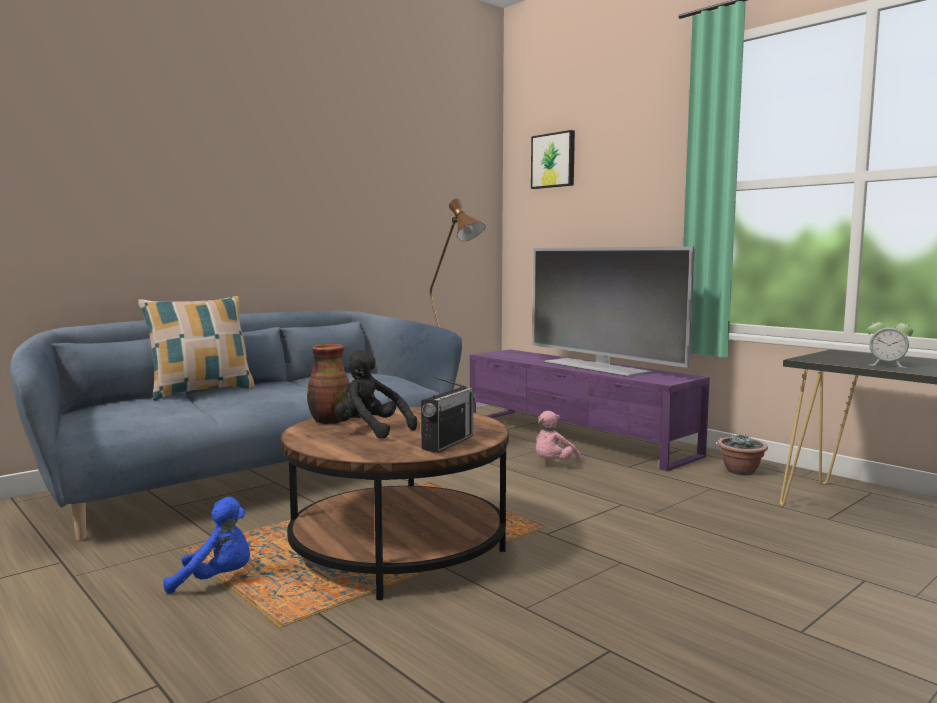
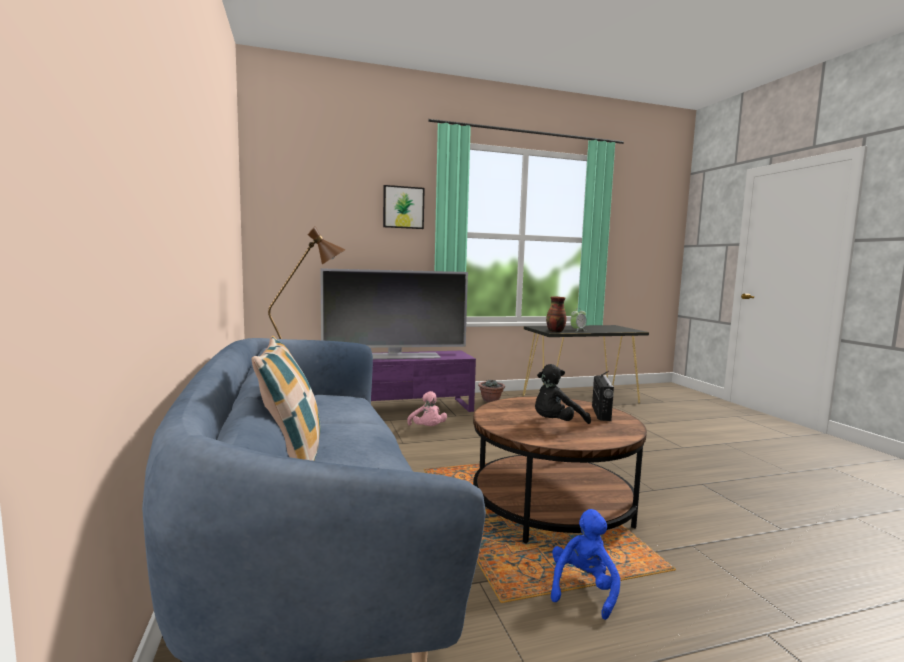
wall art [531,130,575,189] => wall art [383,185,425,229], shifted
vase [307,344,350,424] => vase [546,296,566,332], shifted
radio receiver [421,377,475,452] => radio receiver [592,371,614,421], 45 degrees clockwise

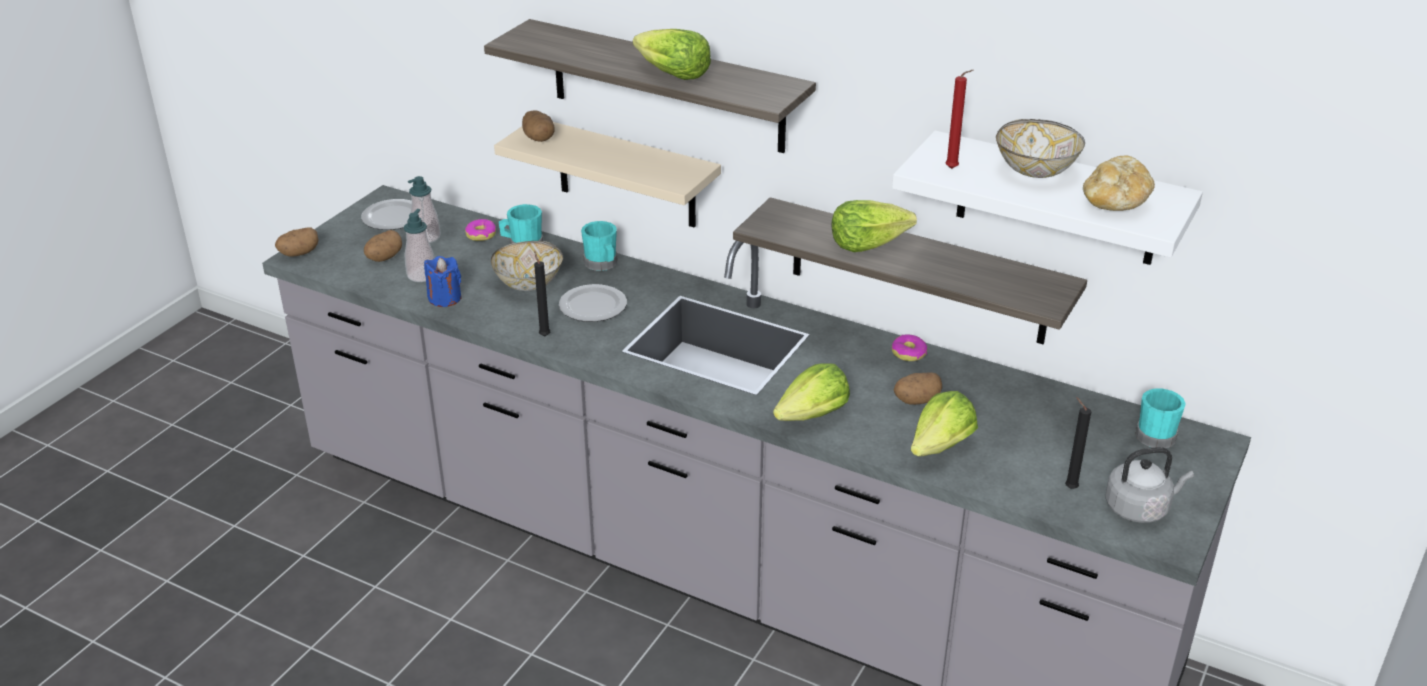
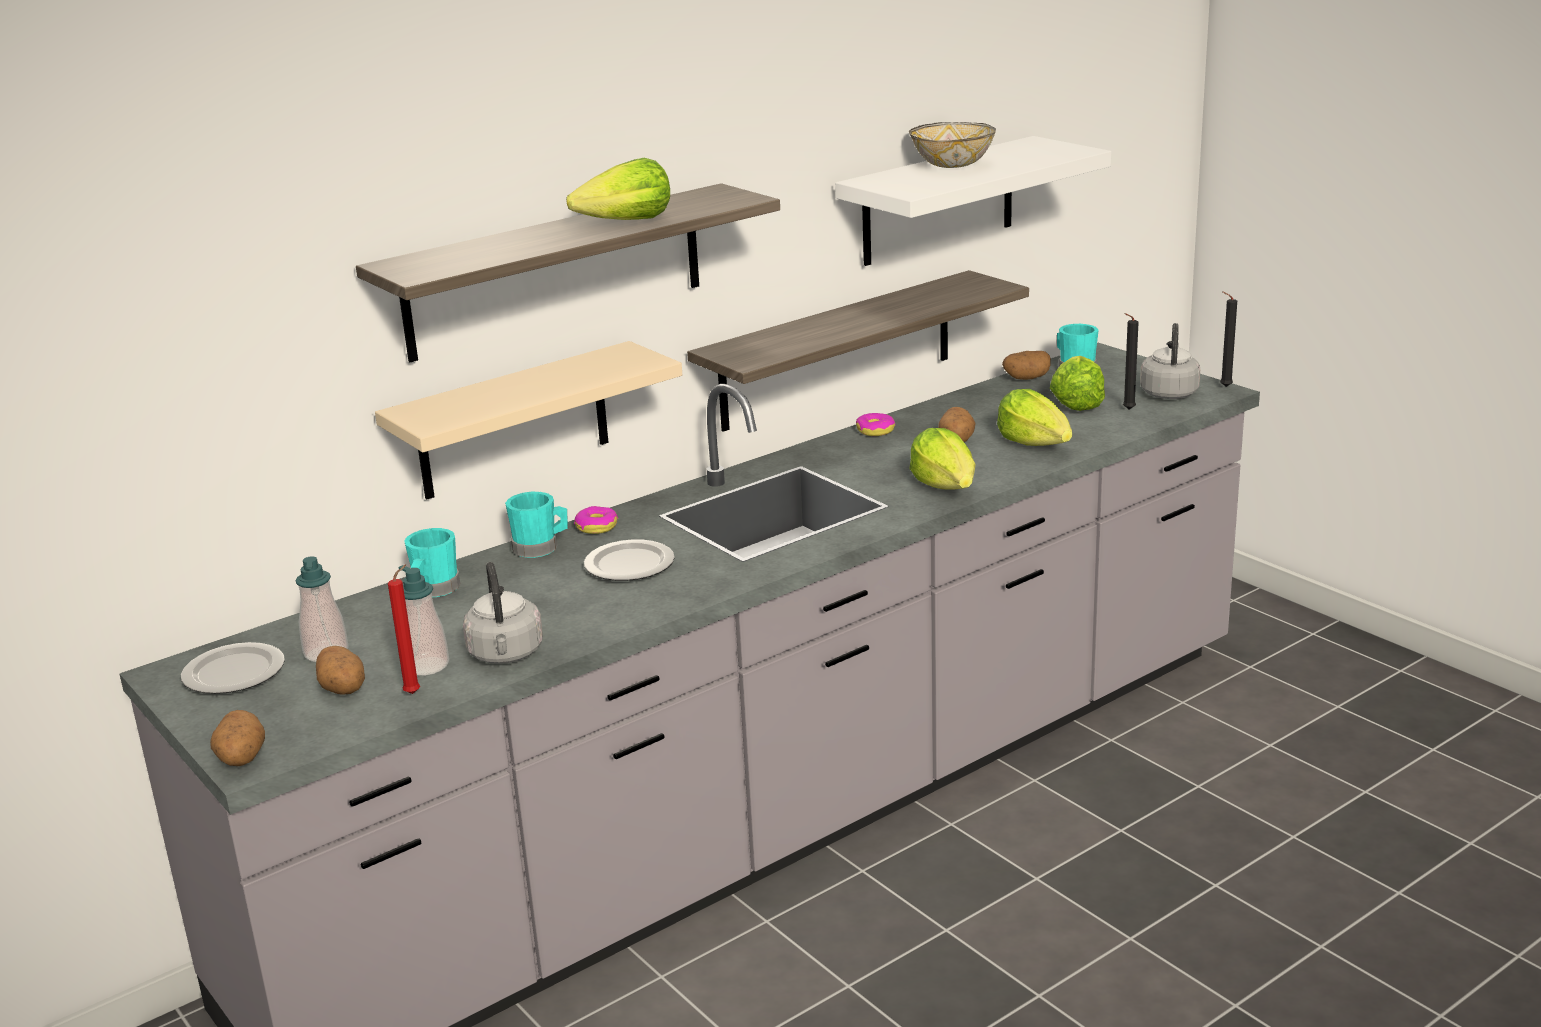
red candle [945,70,974,169] => red candle [388,564,420,694], shifted
whole potato [522,110,555,142] => whole potato [1002,351,1051,380], shifted
baked bread [1083,155,1155,211] => nothing
head of lettuce [831,200,917,252] => head of lettuce [1050,356,1105,411], shifted
ring doughnut [465,219,496,241] => ring doughnut [574,506,618,534], shifted
bowl [491,241,563,291] => nothing
black-coloured candle [534,251,550,336] => black-coloured candle [1220,291,1237,387], shifted
bluish candle [424,256,461,307] => grey tea kettle [463,562,543,664]

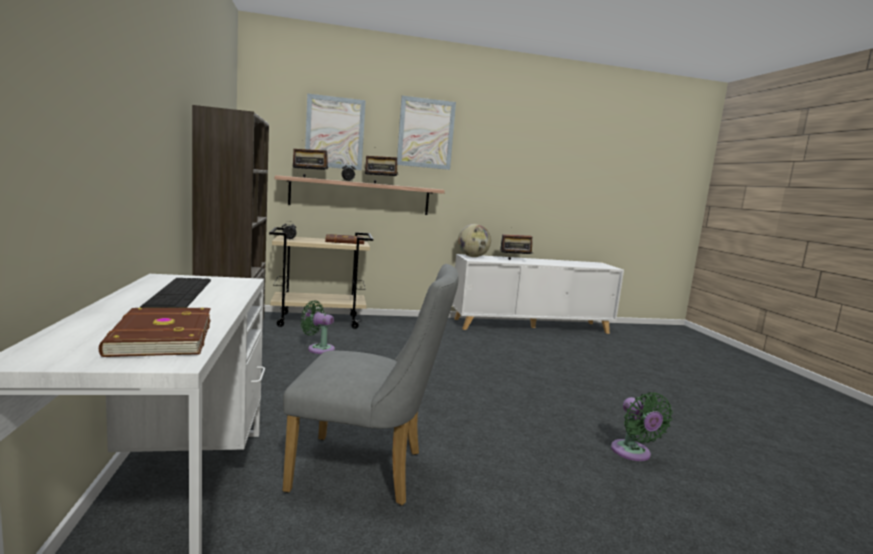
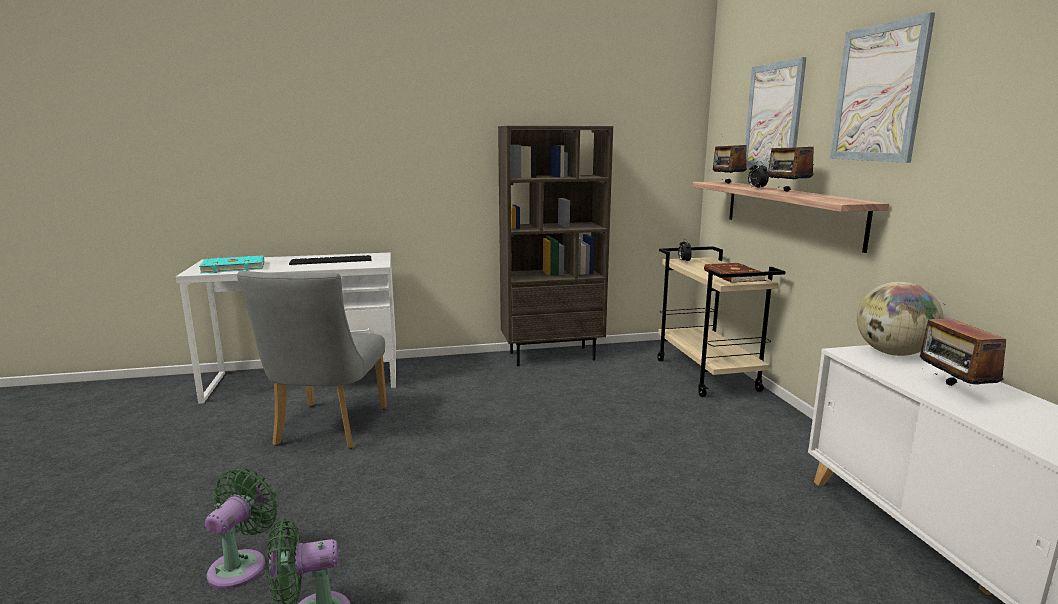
green-coloured electric fan [300,300,335,354] => green-coloured electric fan [205,469,278,589], shifted
brown-coloured volume [99,308,211,357] => turquoise volume [199,255,264,274]

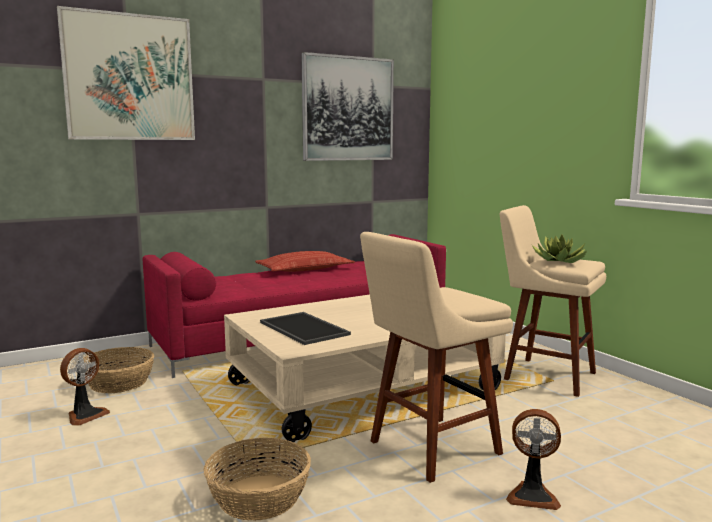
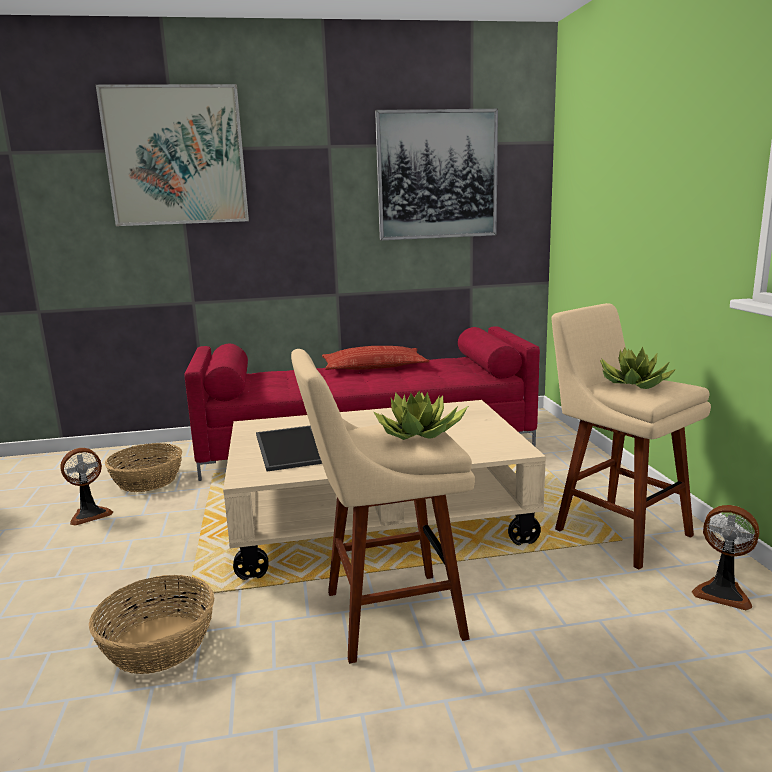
electric fan [506,409,561,510] => electric fan [692,505,759,610], shifted
nothing => plant in a pot [374,391,468,440]

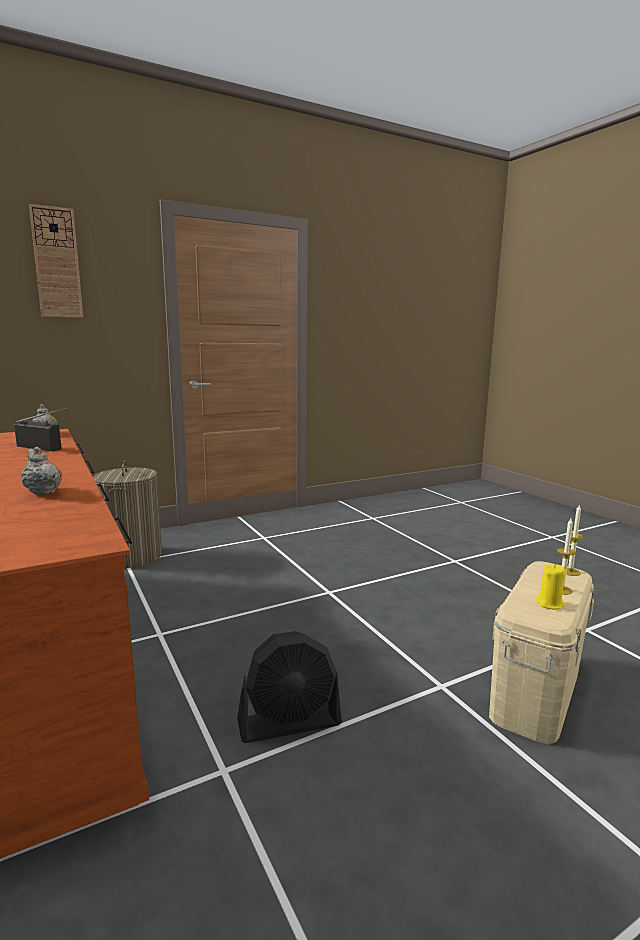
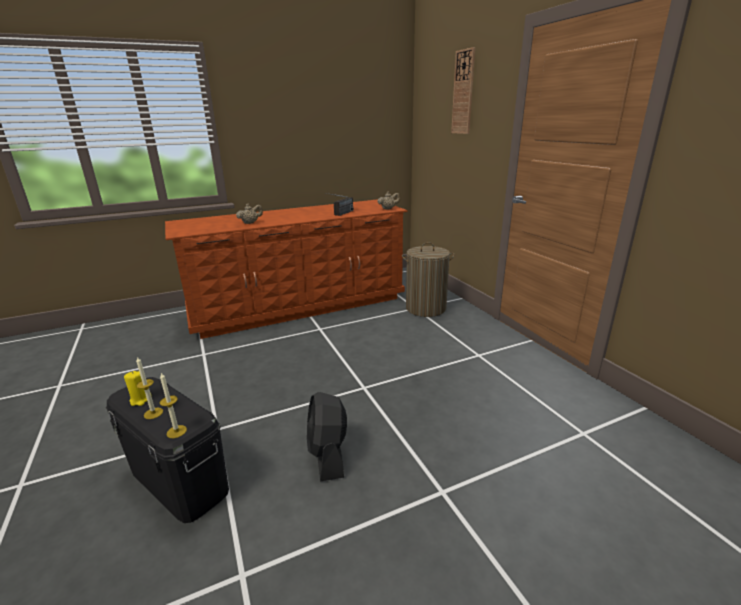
beige-coloured storage box [489,561,595,744] => black-coloured storage box [106,377,229,523]
black-coloured electric fan [237,631,342,743] => black-coloured electric fan [307,392,347,482], shifted

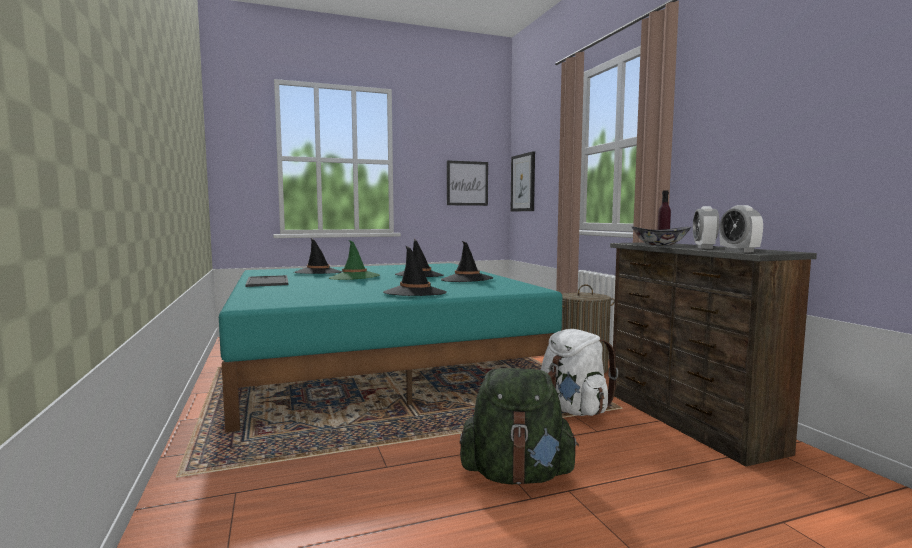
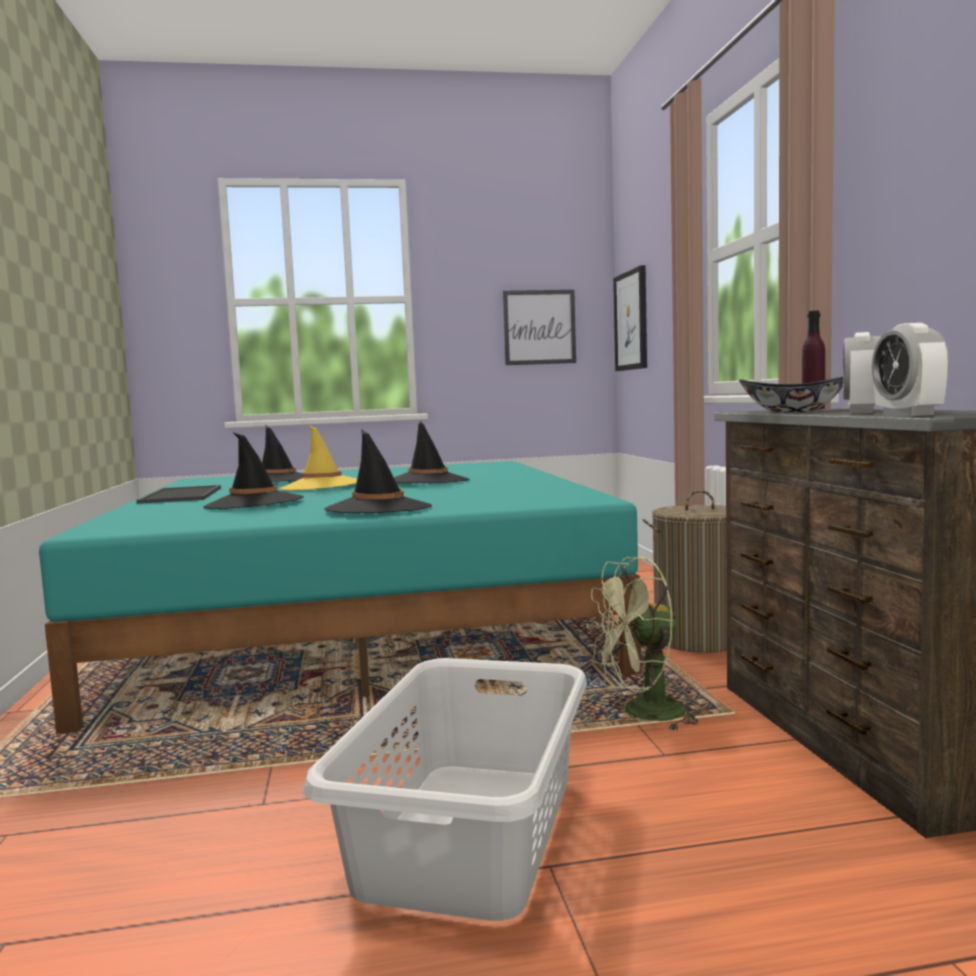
green-coloured wearable hat [329,240,380,280] => yellow wearable hat [280,425,357,490]
black-coloured wearable hat [441,241,493,282] => black-coloured wearable hat [203,432,303,509], shifted
white-coloured knapsack [541,329,618,416] => green-coloured electric fan [586,557,706,731]
green-coloured knapsack [459,368,579,484] => grey washing basket [303,658,587,921]

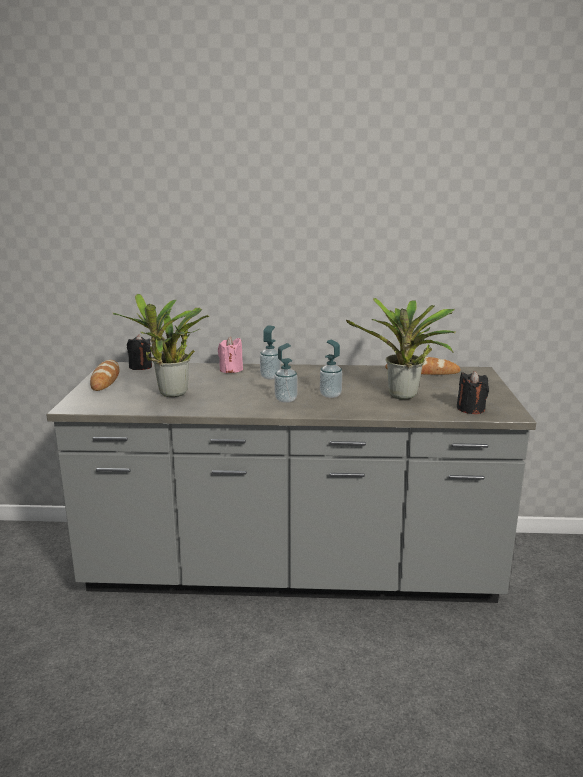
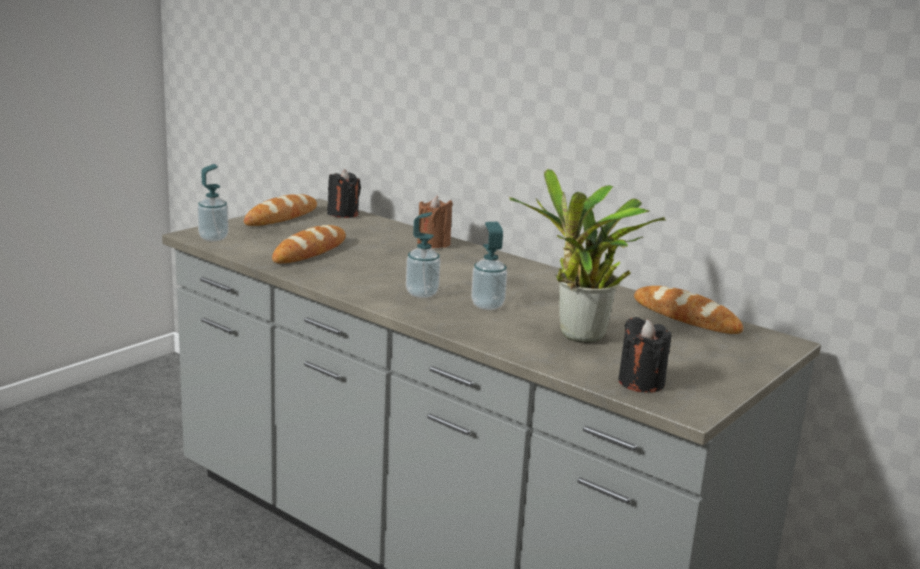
plant in a pot [113,294,209,397] => baked bread [272,225,346,264]
soap dispenser [260,325,281,379] => soap dispenser [197,164,229,242], shifted
pink-coloured candle [218,337,243,373] => brown-coloured candle [417,195,453,248]

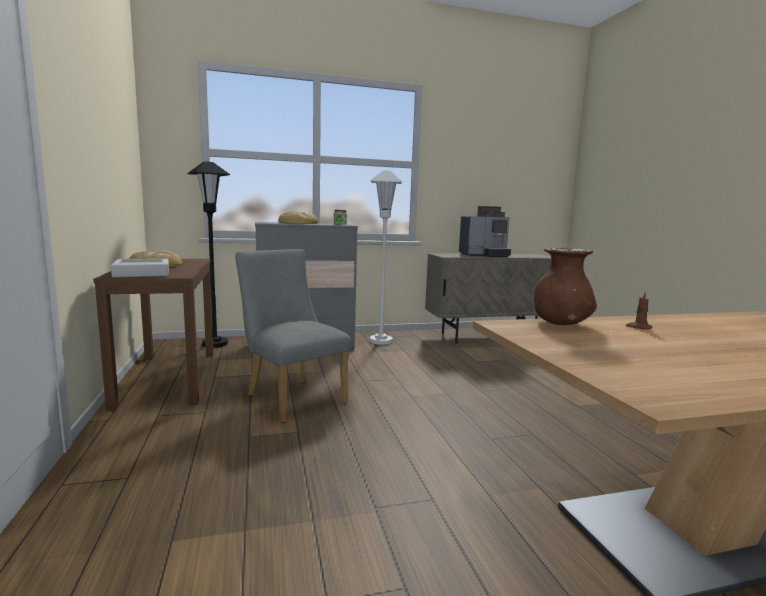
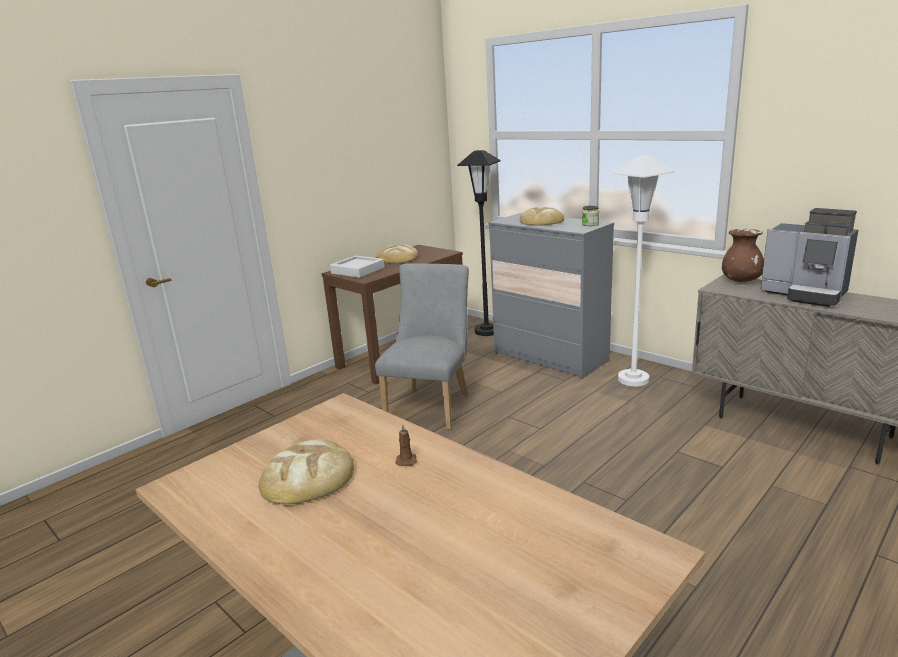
brown-coloured vase [534,248,597,325] => brown-coloured vase [722,229,764,282], shifted
nothing => baked bread [259,439,354,504]

